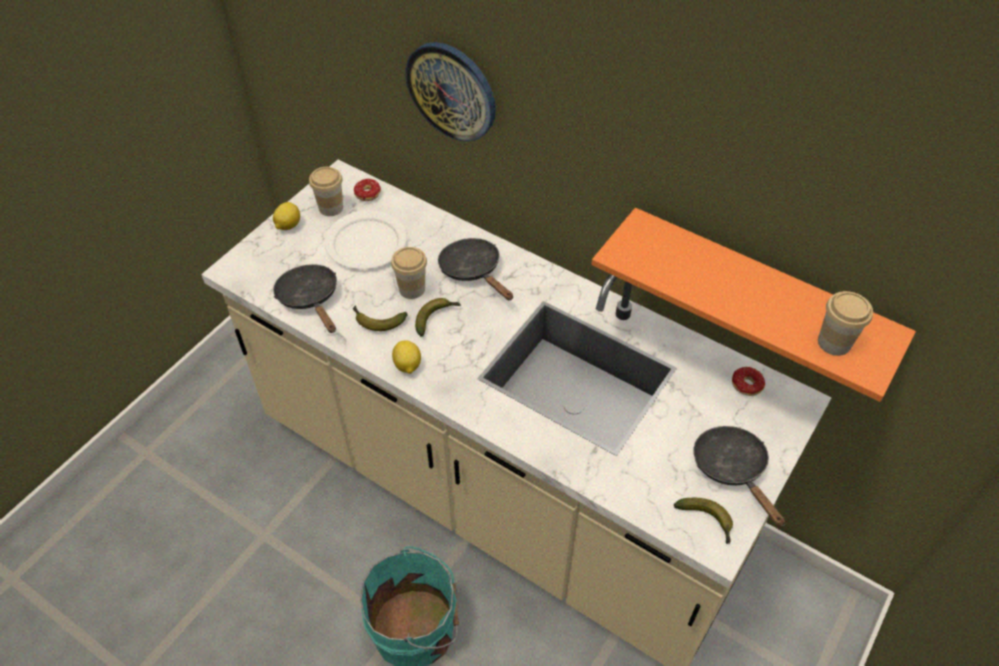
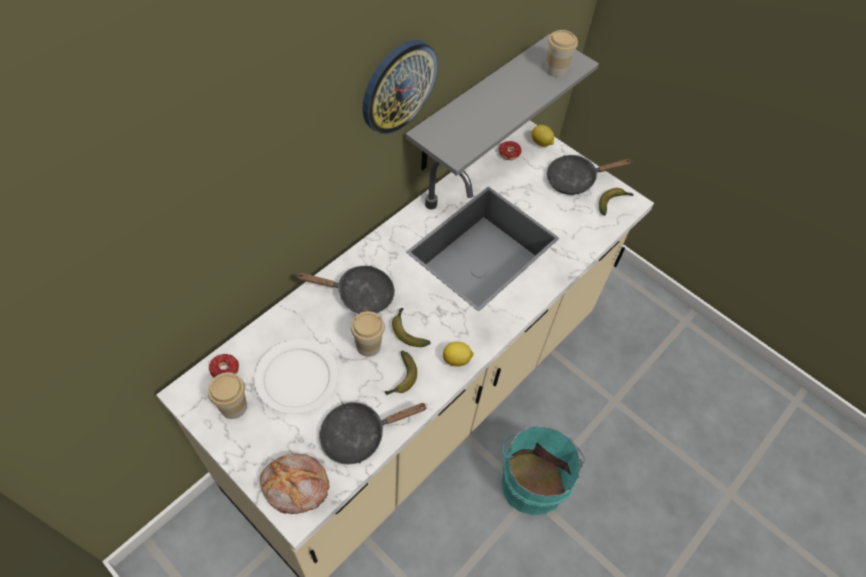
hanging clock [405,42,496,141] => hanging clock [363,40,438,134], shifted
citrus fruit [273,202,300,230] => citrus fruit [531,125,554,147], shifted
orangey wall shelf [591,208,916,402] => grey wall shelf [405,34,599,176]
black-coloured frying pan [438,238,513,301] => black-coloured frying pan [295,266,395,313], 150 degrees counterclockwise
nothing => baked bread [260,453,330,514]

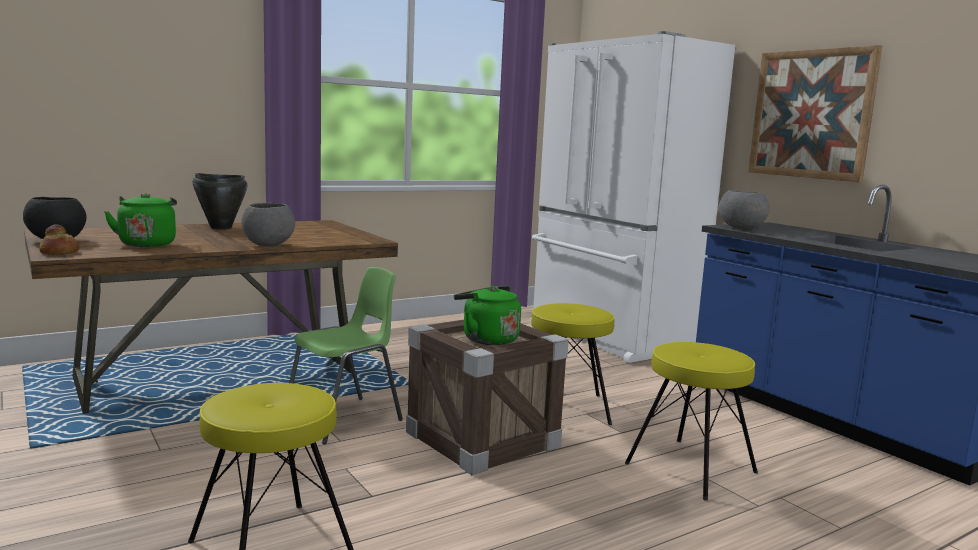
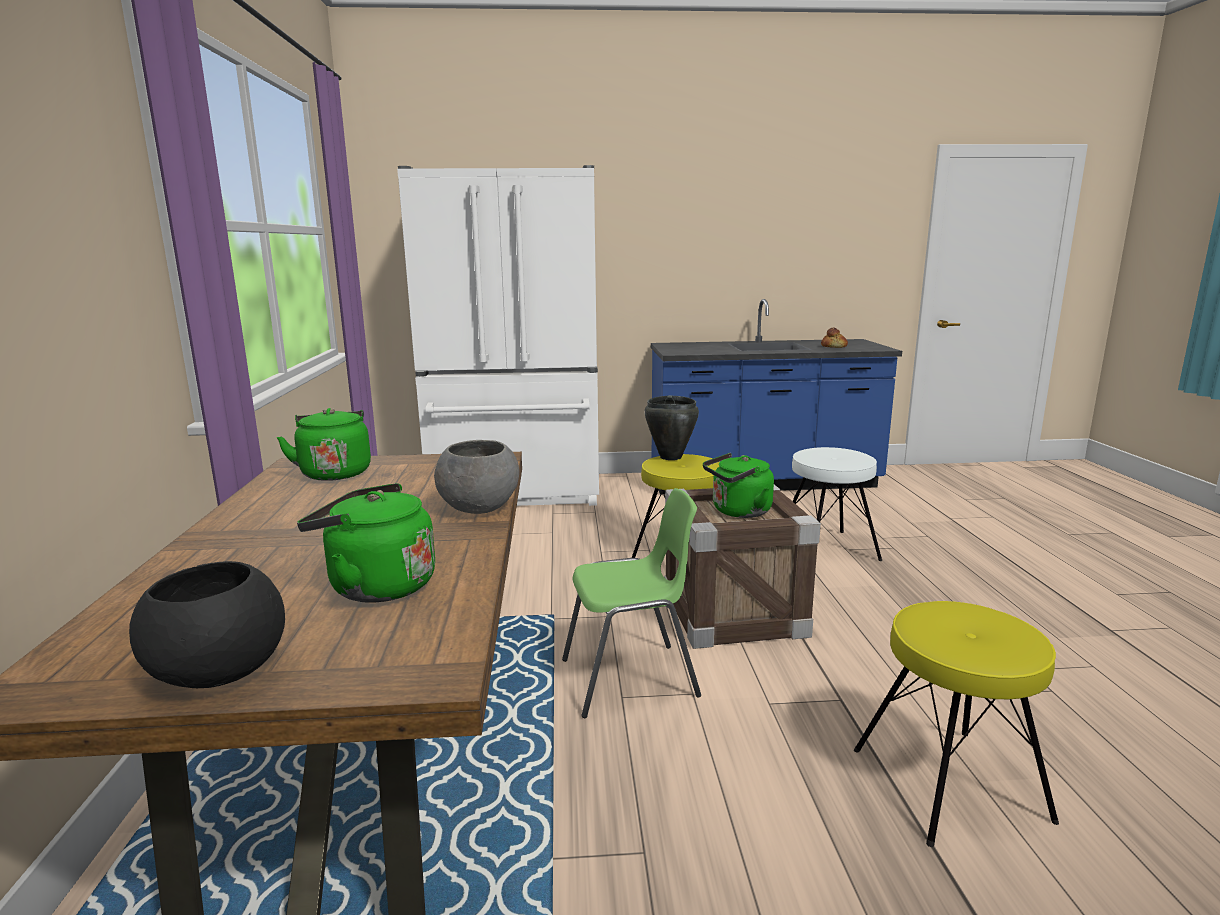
wall art [748,45,882,182] => nothing
black-coloured saucepot [192,173,248,230] => black-coloured saucepot [645,395,699,460], shifted
grey bowl [718,190,770,229] => nothing
baked bread [39,224,80,255] => baked bread [821,328,848,348], shifted
green-coloured plain chair [289,267,403,444] => green-coloured plain chair [562,488,701,718], 90 degrees clockwise
yellow stool [625,342,758,501] => white-coloured stool [792,447,882,561]
nothing => green-coloured tea kettle [277,408,371,481]

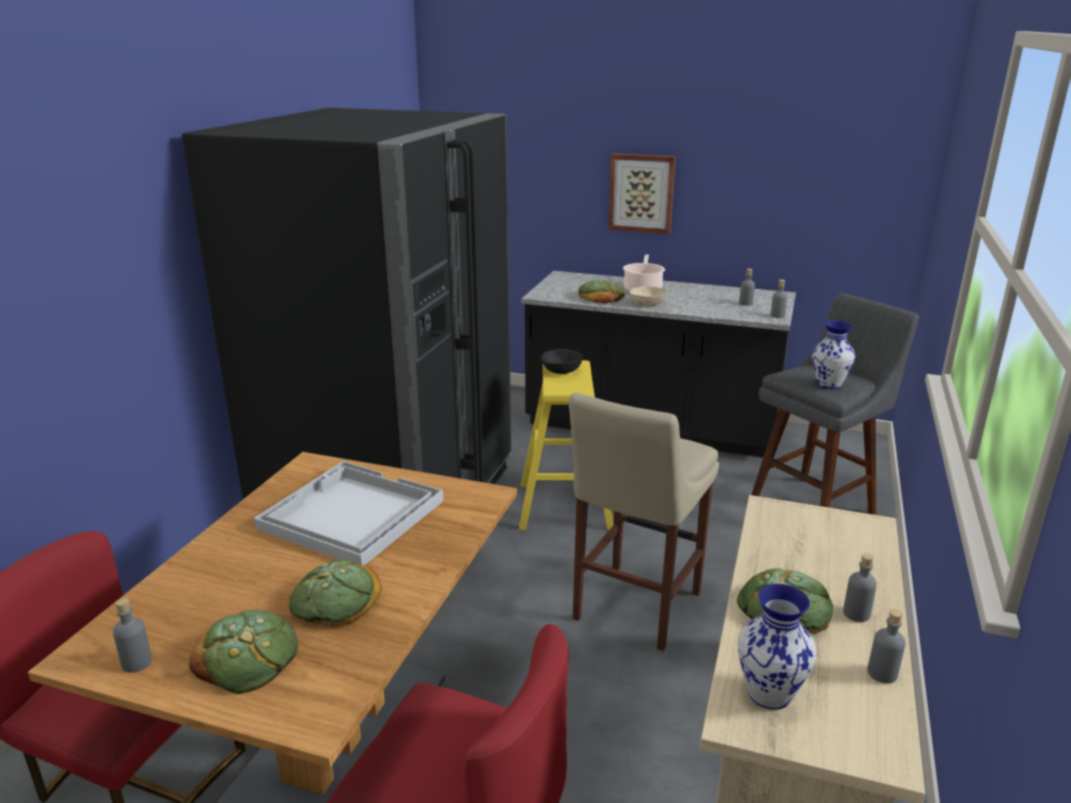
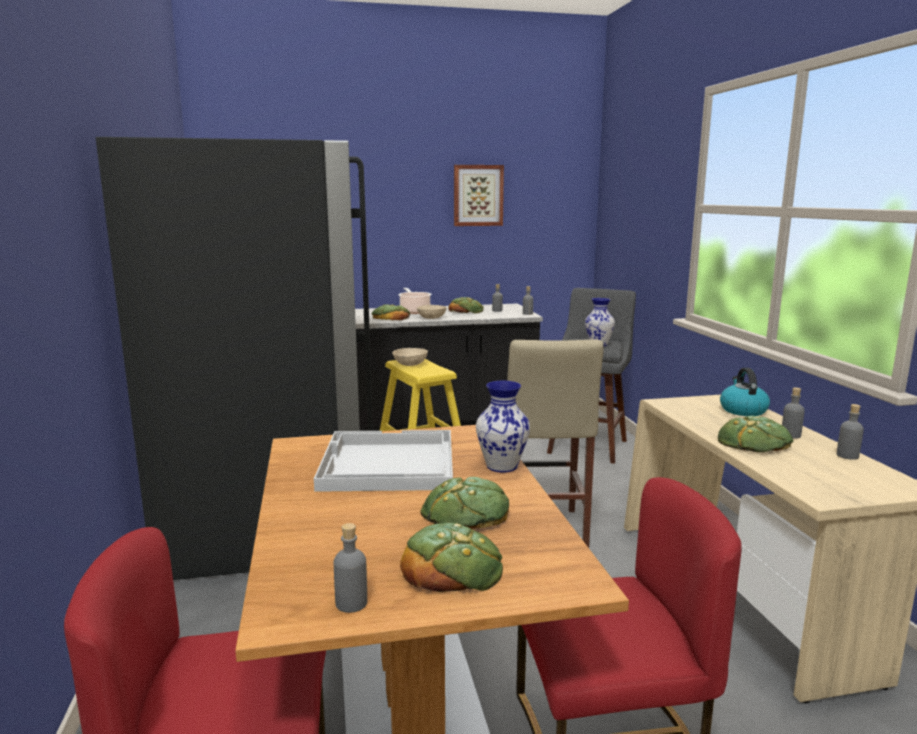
wall art [608,153,676,234] => wall art [454,165,504,226], shifted
black-coloured bowl [541,349,583,374] => beige-coloured bowl [392,348,428,366]
vase [738,584,817,710] => vase [476,381,530,473], shifted
nothing => baked bread [448,297,484,313]
nothing => tea kettle [720,368,770,416]

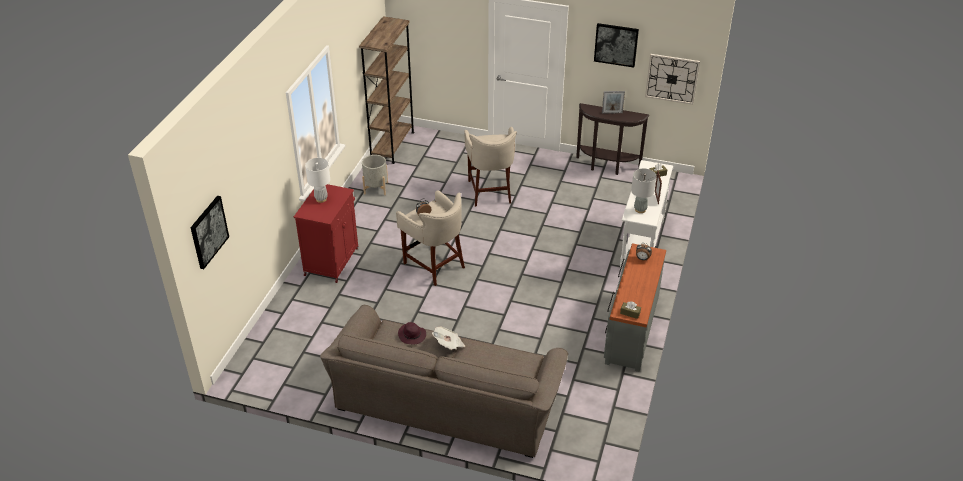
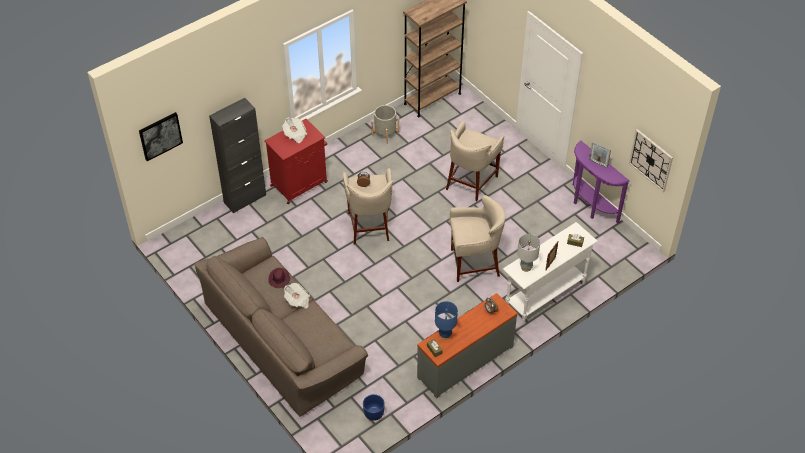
wall art [594,23,639,68] => nothing
brown-coloured narrow table [576,103,649,175] => purple narrow table [573,141,630,224]
white-coloured table lamp [305,158,330,203] => newspaper [282,117,307,143]
nothing => black-coloured cupboard [209,98,266,213]
nothing => beige-coloured stool [449,195,505,282]
nothing => bluish table lamp [435,301,458,339]
nothing => bluish flower pot [363,394,385,421]

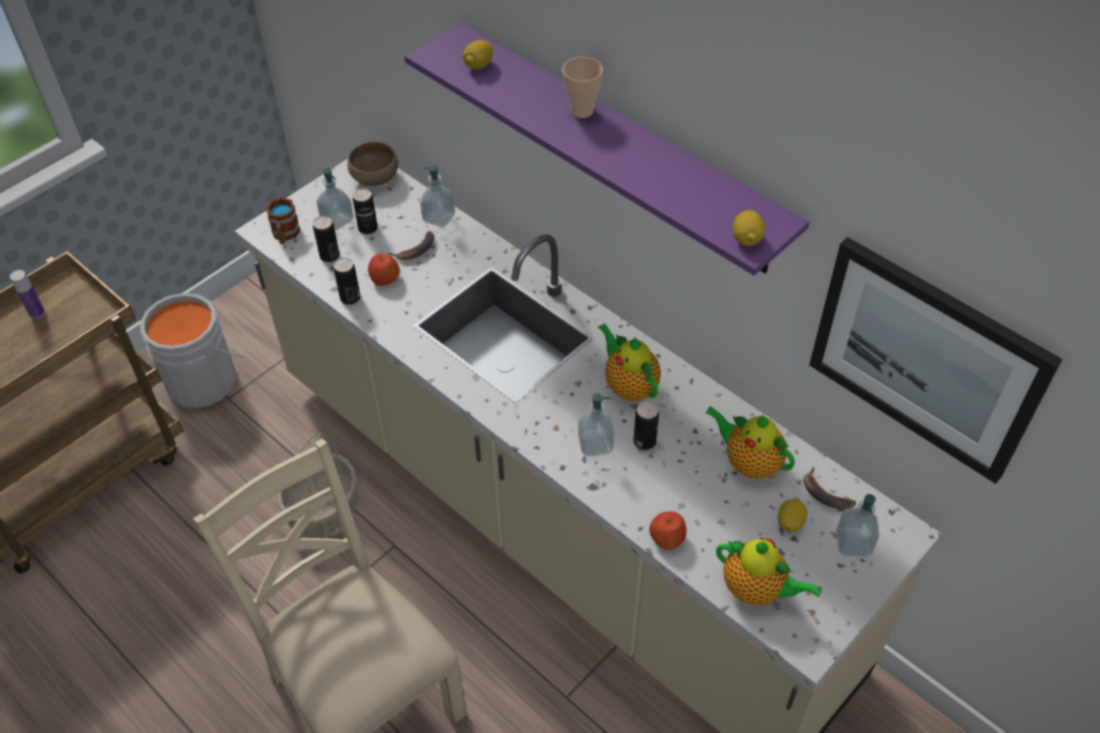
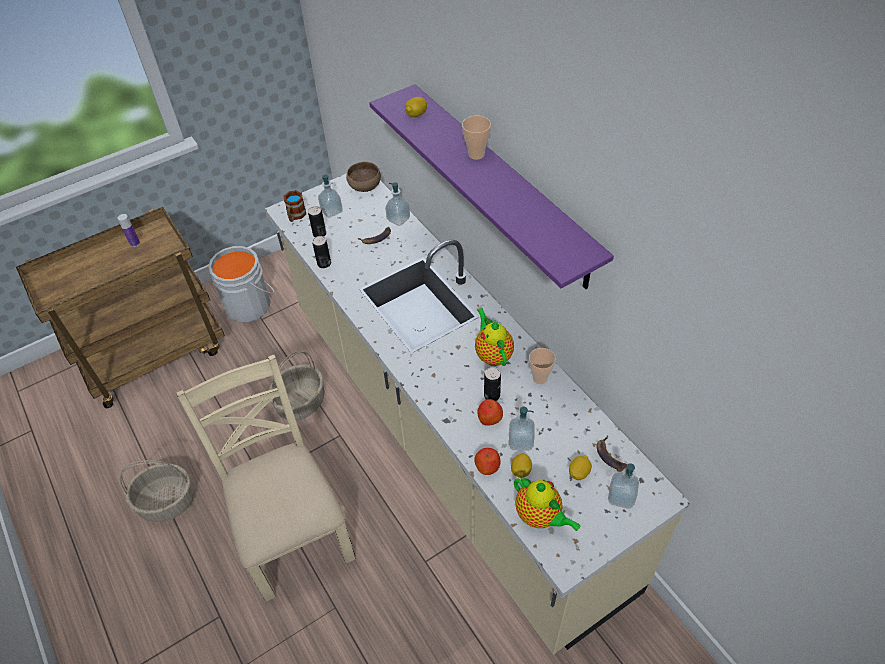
sealed can [353,188,378,234] => nothing
citrus fruit [733,210,765,246] => citrus fruit [511,453,532,478], shifted
wall art [809,237,1062,484] => nothing
apple [368,253,399,286] => apple [478,399,503,426], shifted
soap dispenser [578,393,614,456] => soap dispenser [509,407,535,451], shifted
pot for tea [705,406,795,479] => nothing
nothing => drinking cup [529,348,556,384]
nothing => basket [120,460,194,522]

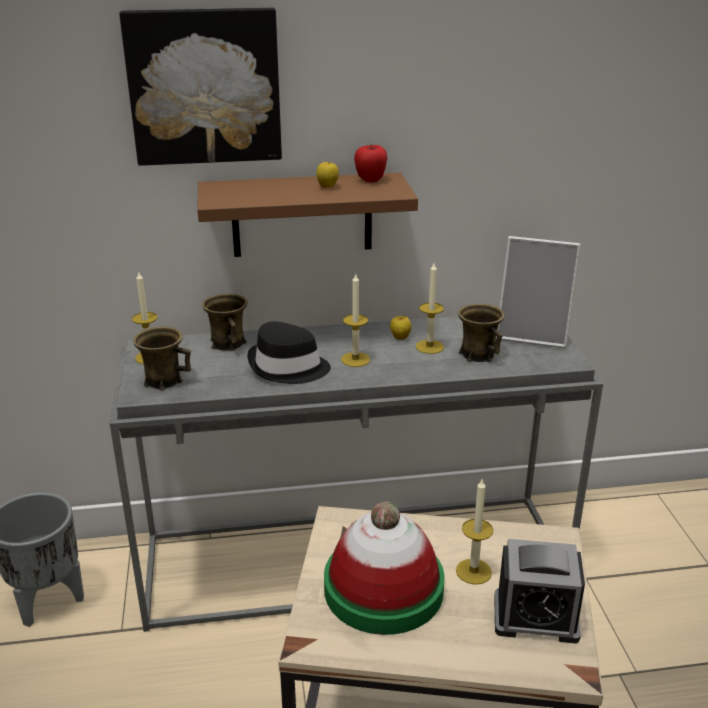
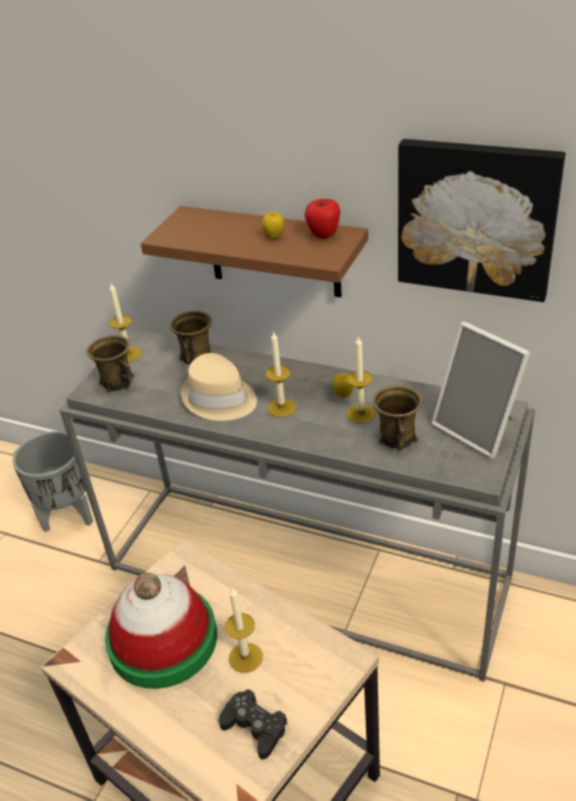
wall art [119,8,282,166] => wall art [398,139,566,302], shifted
black-coloured wearable hat [247,321,331,384] => beige-coloured wearable hat [181,353,257,421]
bedside clock [494,539,585,644] => black-coloured joypad [219,689,288,759]

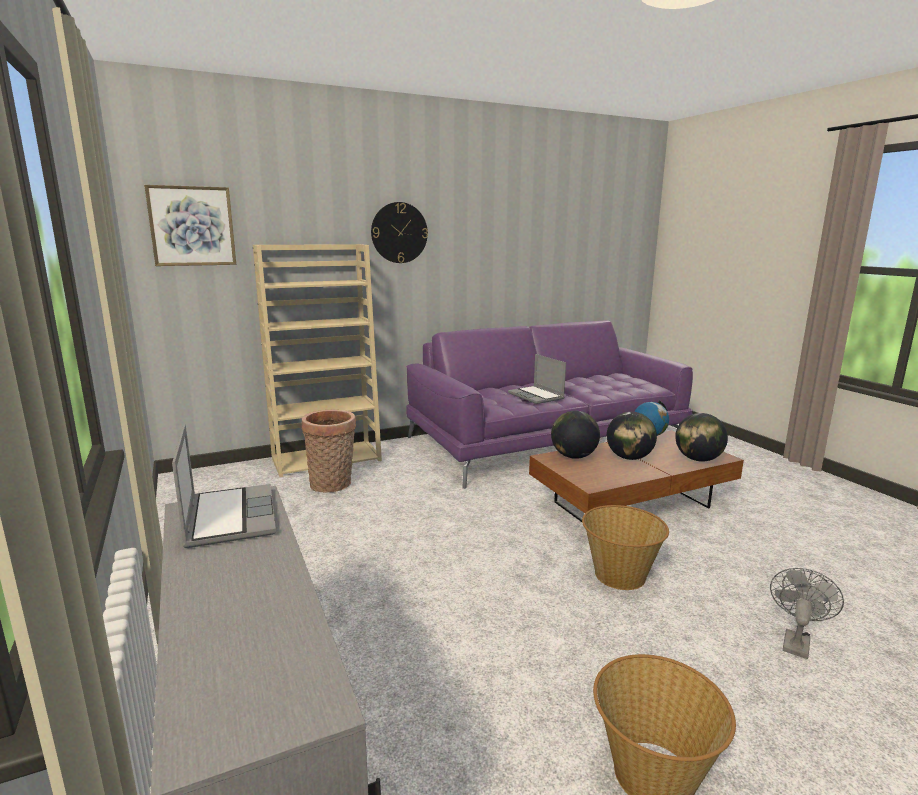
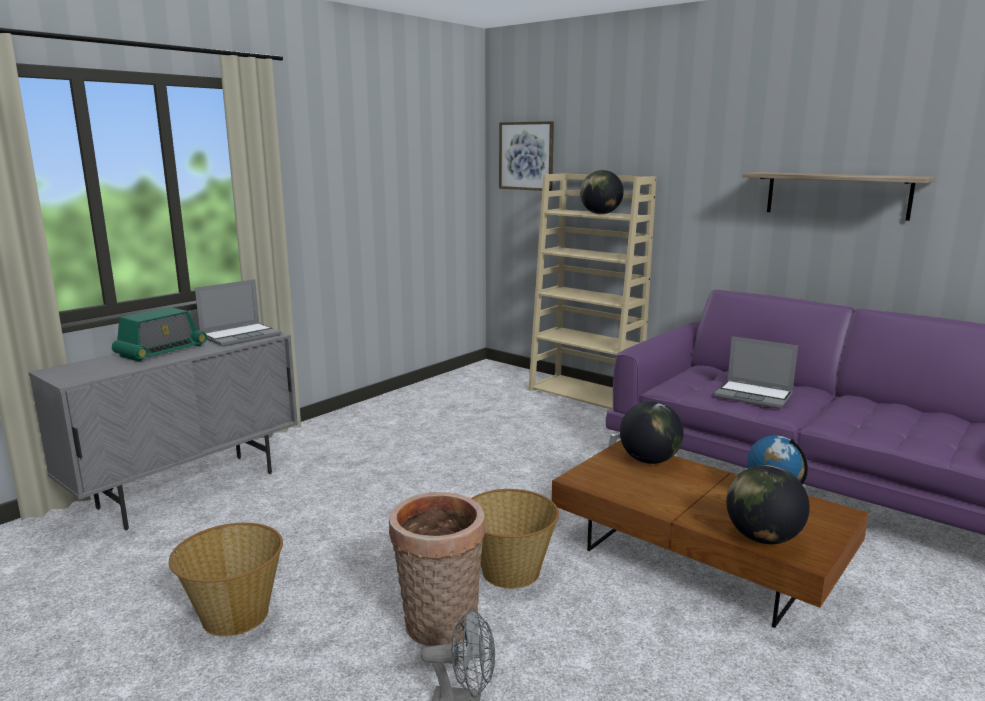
hanging clock [371,202,428,263] => nothing
notebook computer [508,354,566,404] => notebook computer [714,336,798,409], 90 degrees counterclockwise
basket [302,410,356,493] => basket [389,492,485,646], shifted
desk globe [607,412,657,460] => desk globe [580,170,624,214], shifted
nothing => wall shelf [743,172,935,221]
nothing => radio receiver [112,307,208,362]

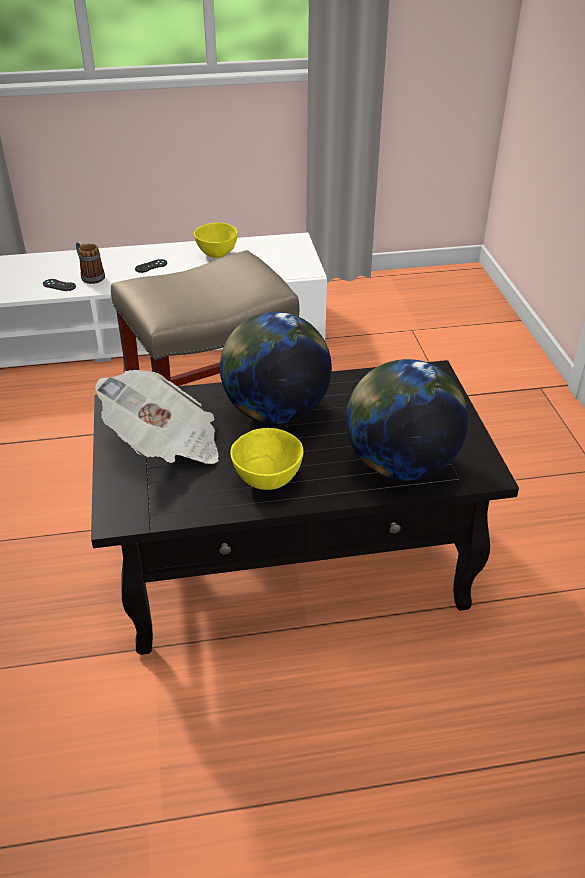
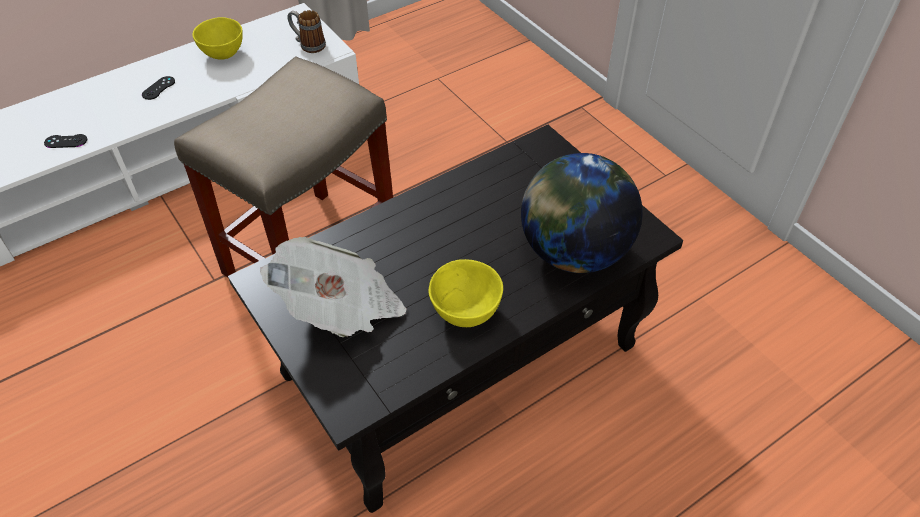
tea mug [76,241,105,284] => tea mug [287,10,326,53], shifted
desk globe [220,312,332,424] => nothing

